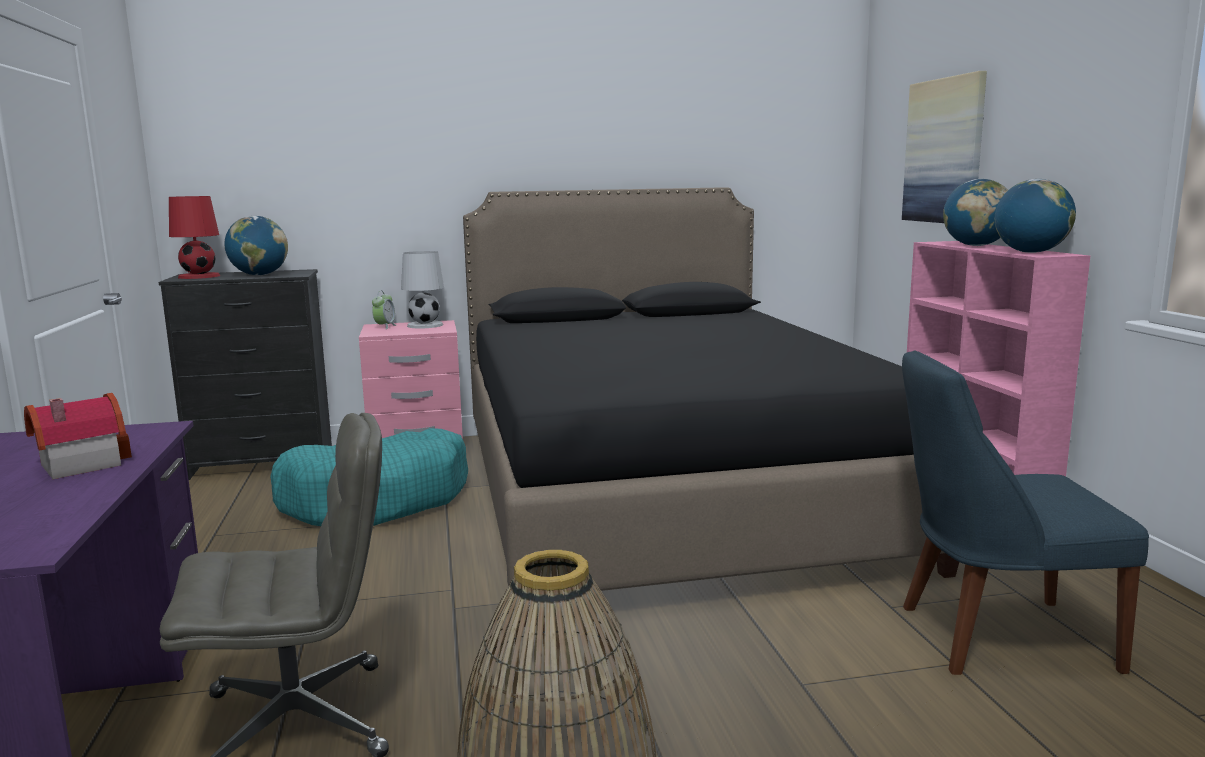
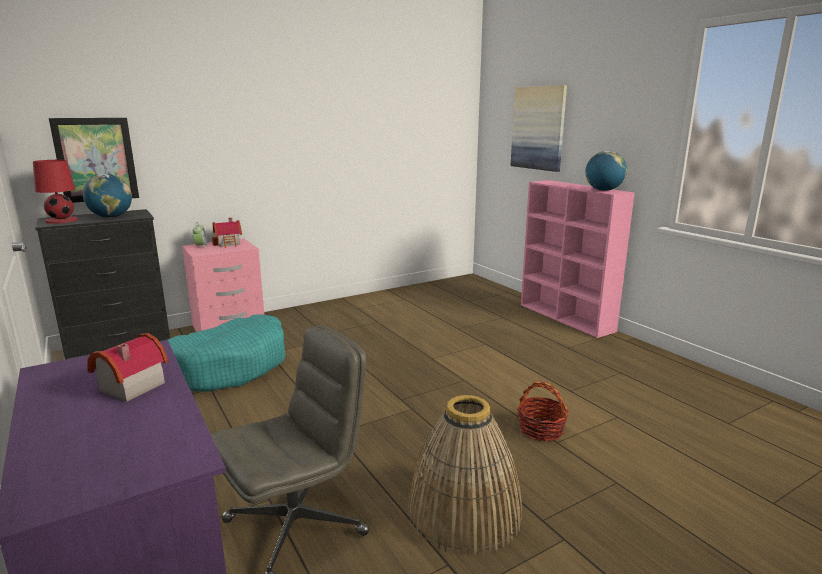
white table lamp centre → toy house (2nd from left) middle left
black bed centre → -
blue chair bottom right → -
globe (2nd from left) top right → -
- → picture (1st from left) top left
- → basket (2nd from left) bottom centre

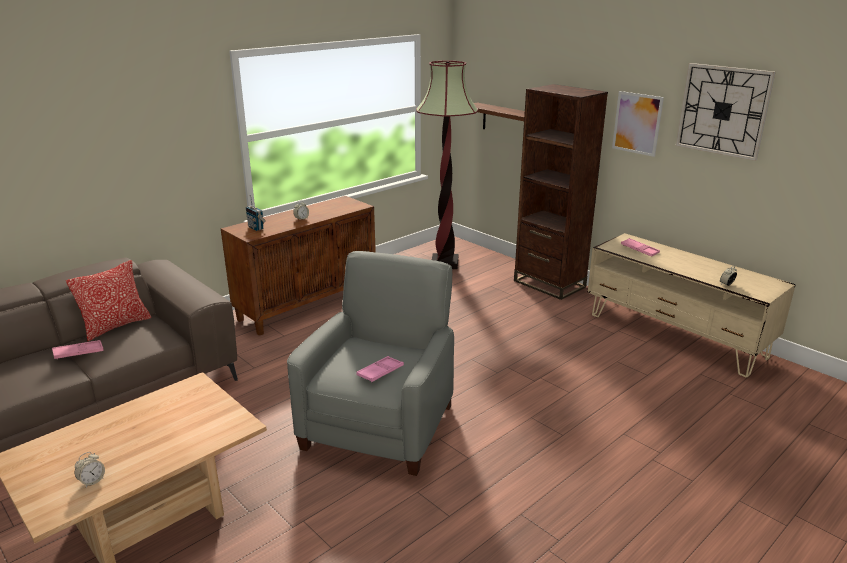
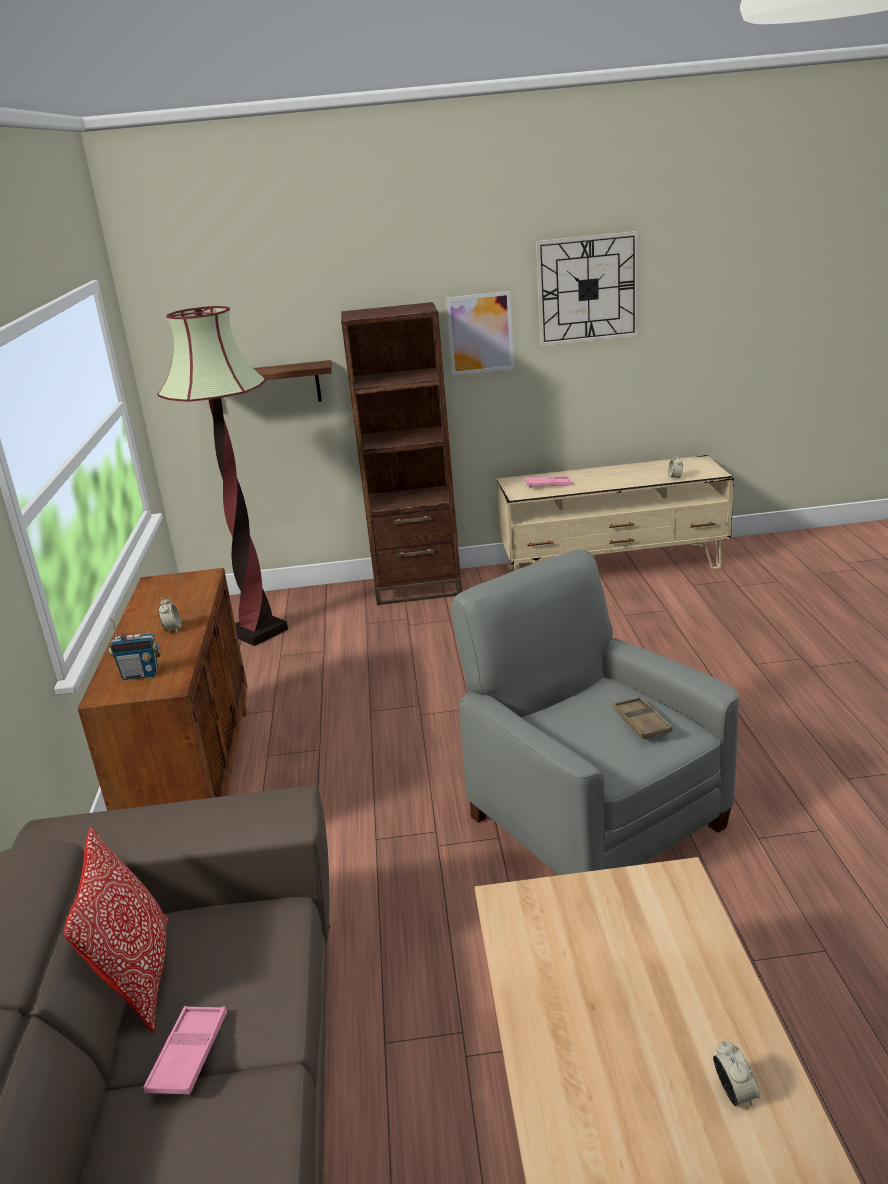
pink tray (2nd from left) centre → brown tray middle right

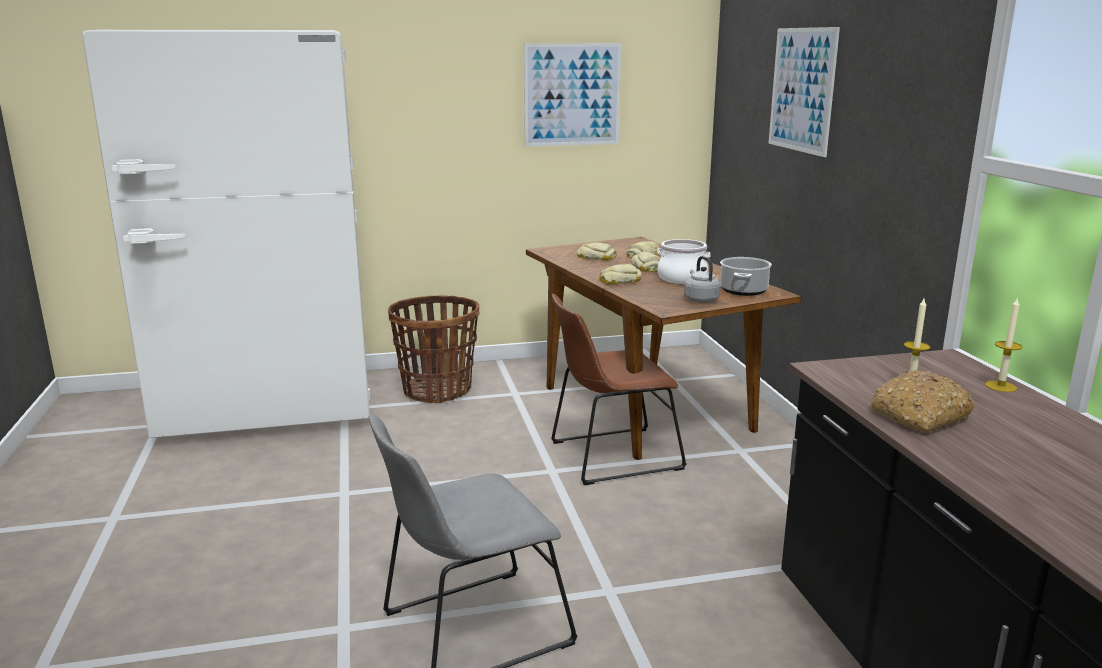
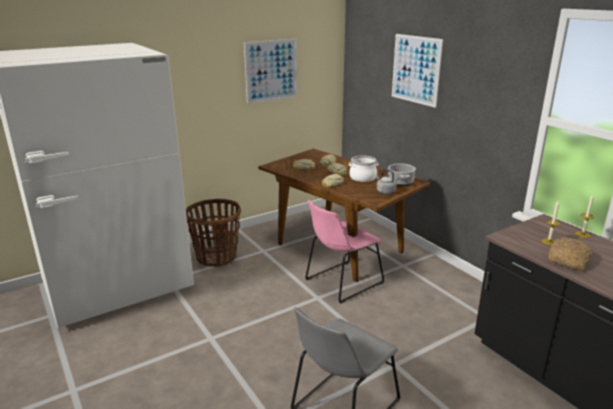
brown chair centre → pink chair centre

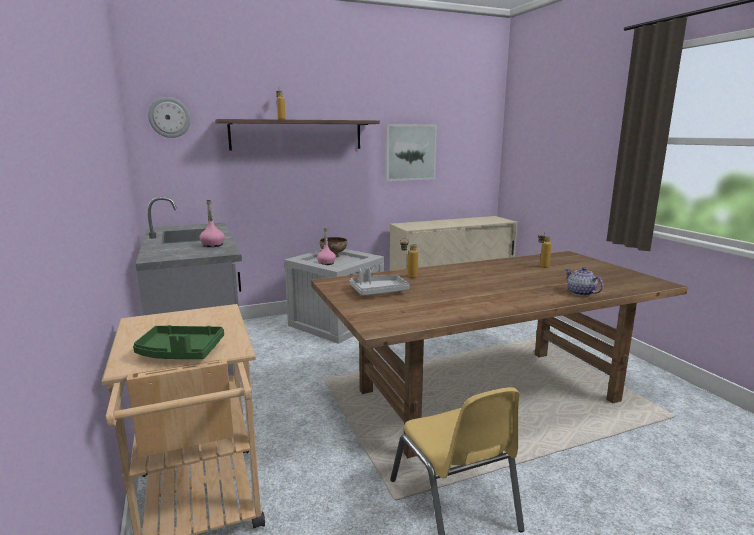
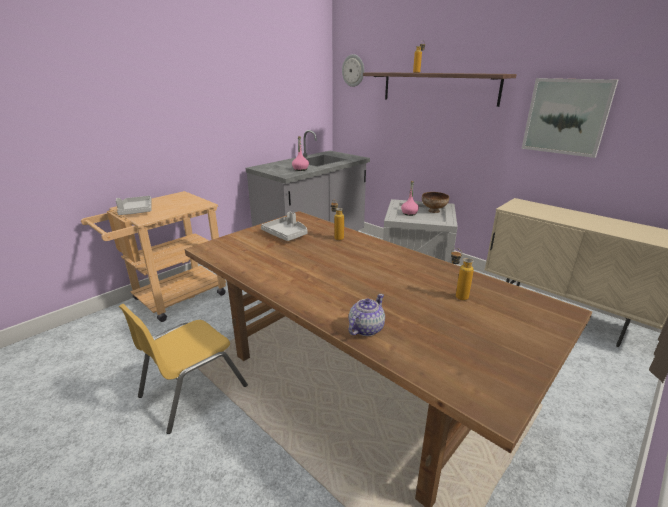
green tray middle left → grey tray (1st from left) middle left

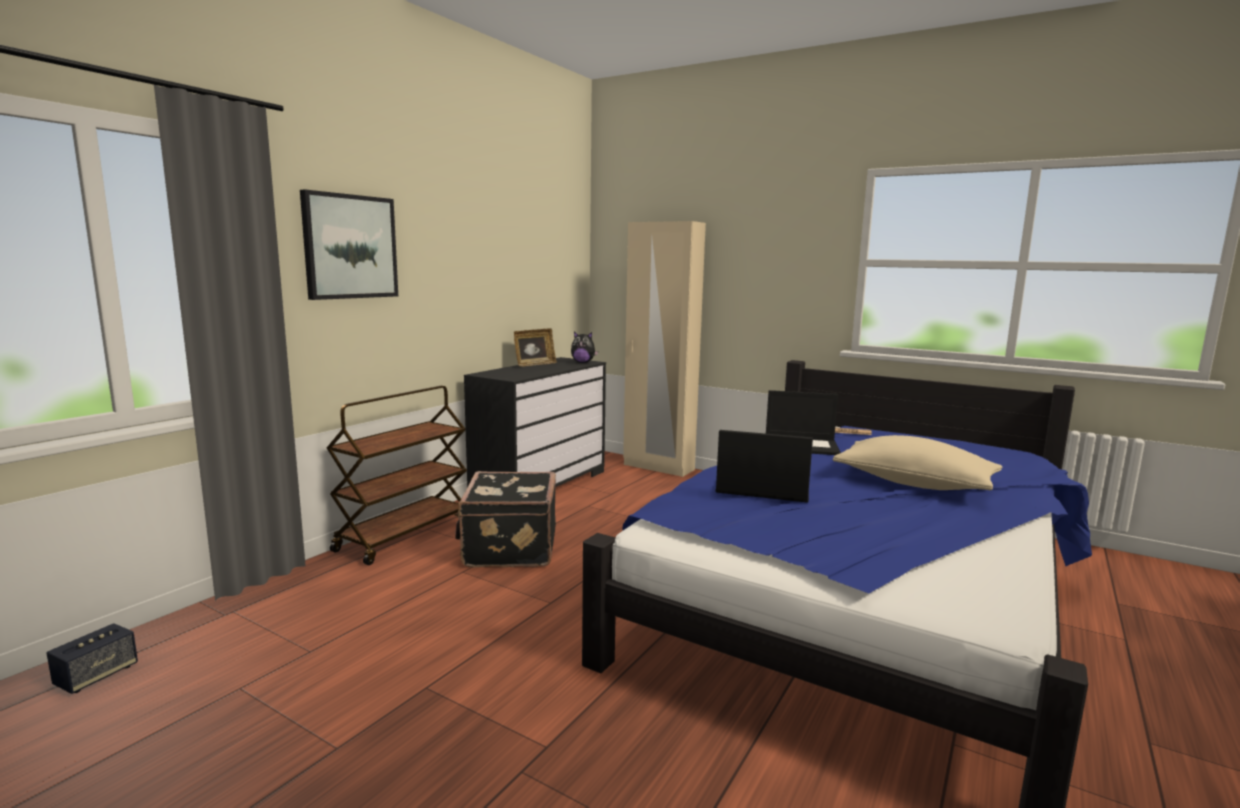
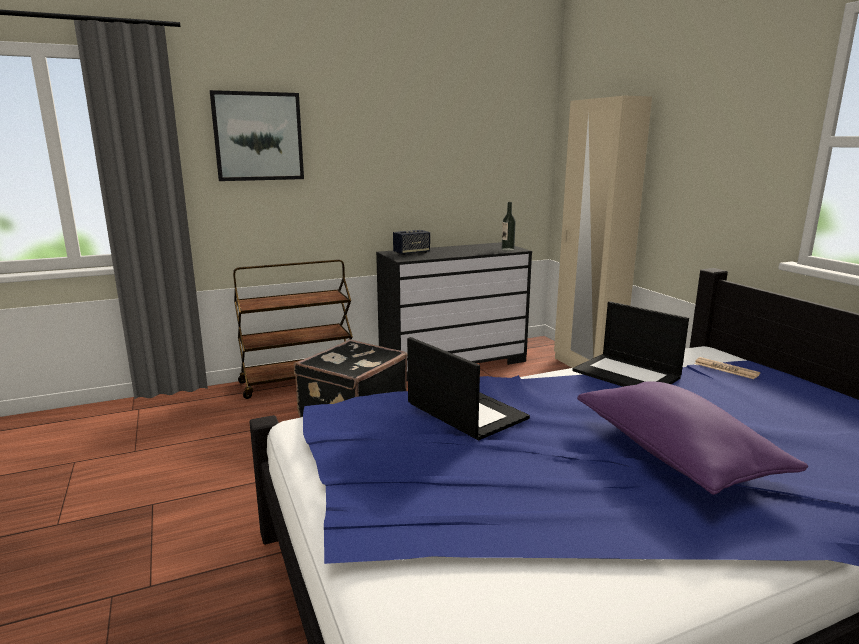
speaker bottom left → speaker centre, move
picture frame centre → -
plush toy centre → bottle centre
beige pillow middle right → purple pillow bottom right

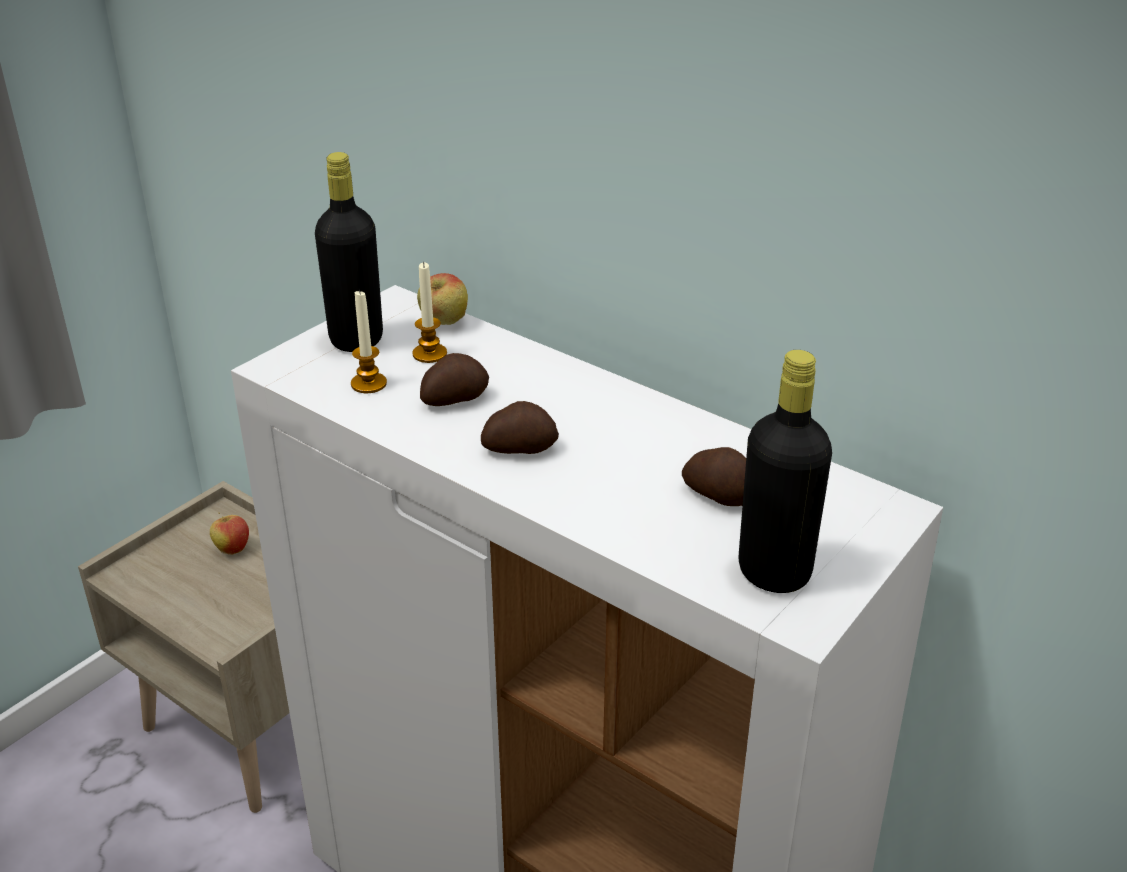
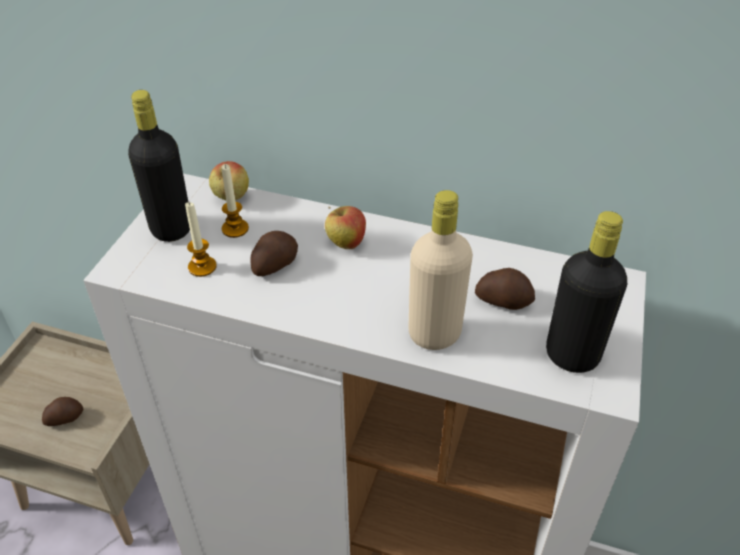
apple (1st from left in the first image) middle left → apple (2nd from left) centre, move
potato (2nd from left in the first image) centre → potato (1st from left) bottom left, move
- → beige bottle centre

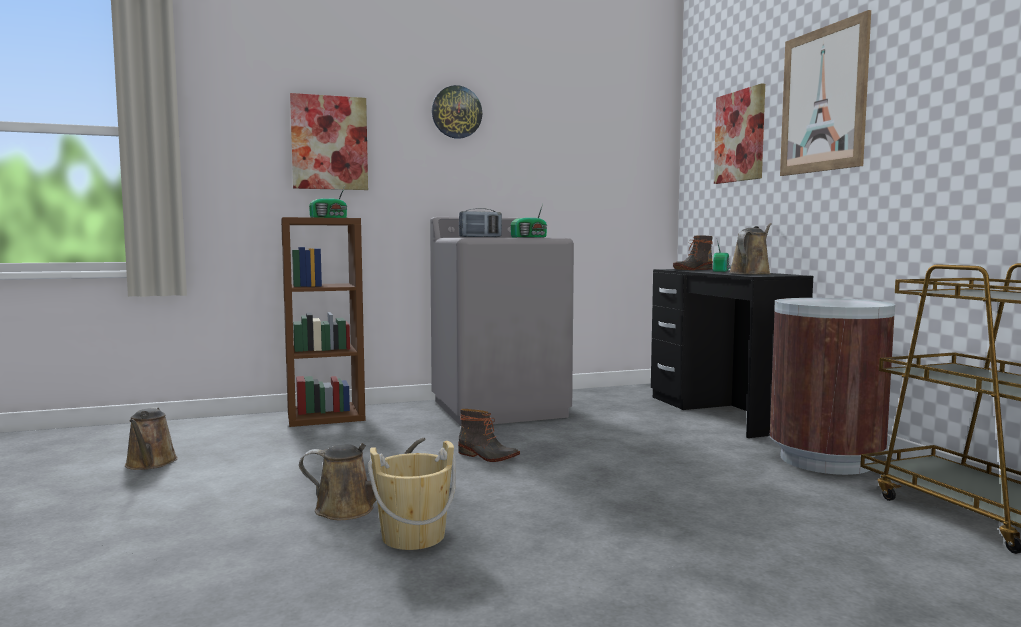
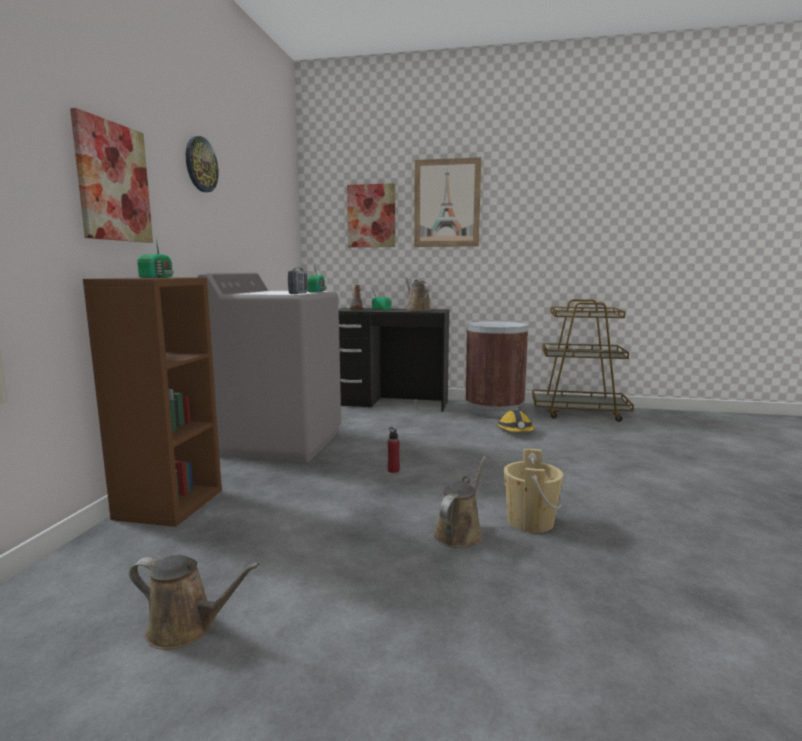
boot (1st from left) bottom centre → red bottle centre
- → hard hat centre

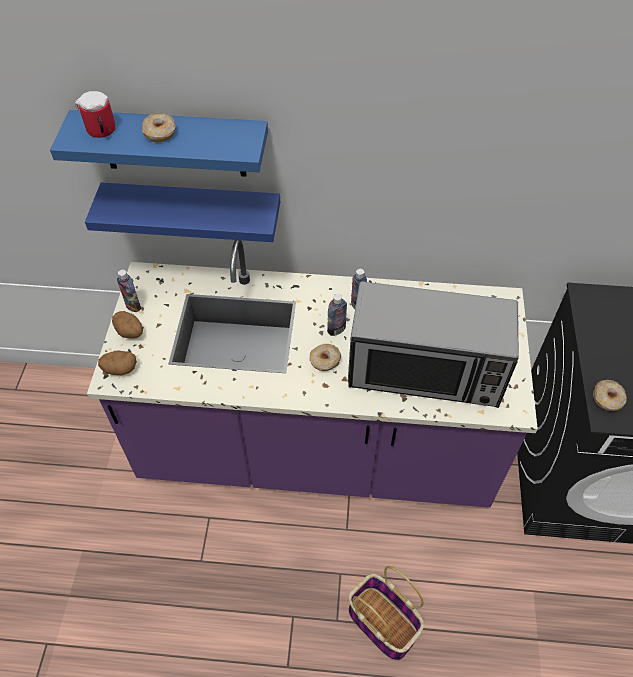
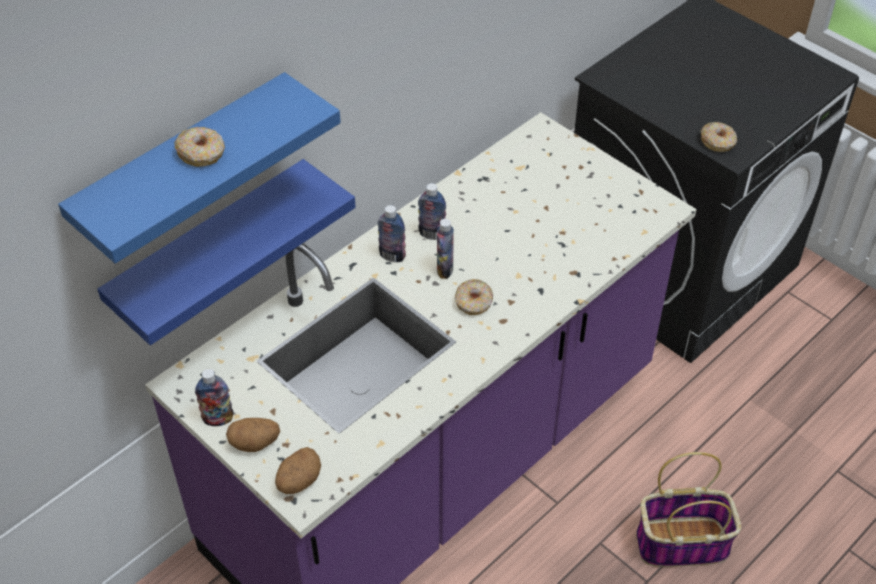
mug top left → -
microwave middle right → -
- → bottle (2nd from left) centre

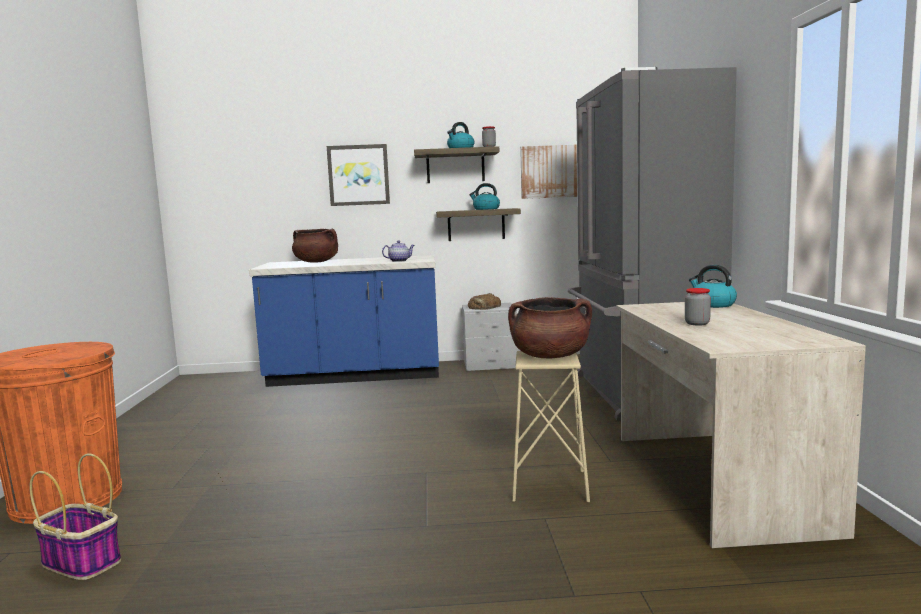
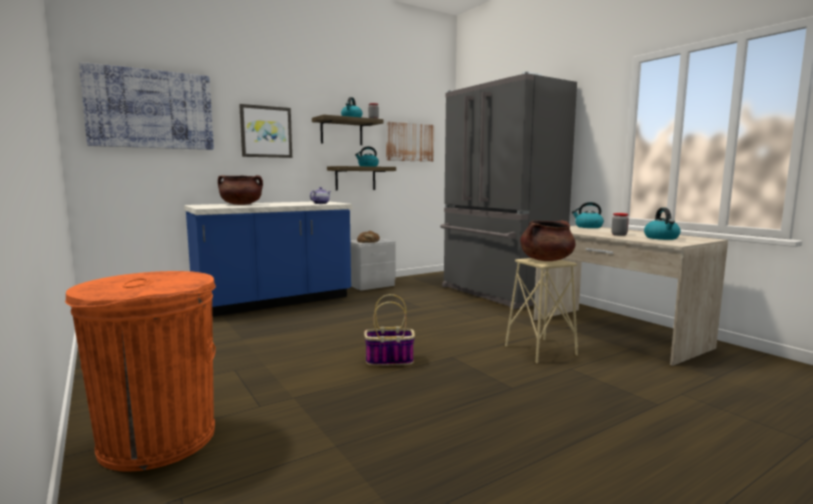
basket bottom left → basket centre, move
- → picture (1st from left) top left
- → kettle (4th from left) middle right

